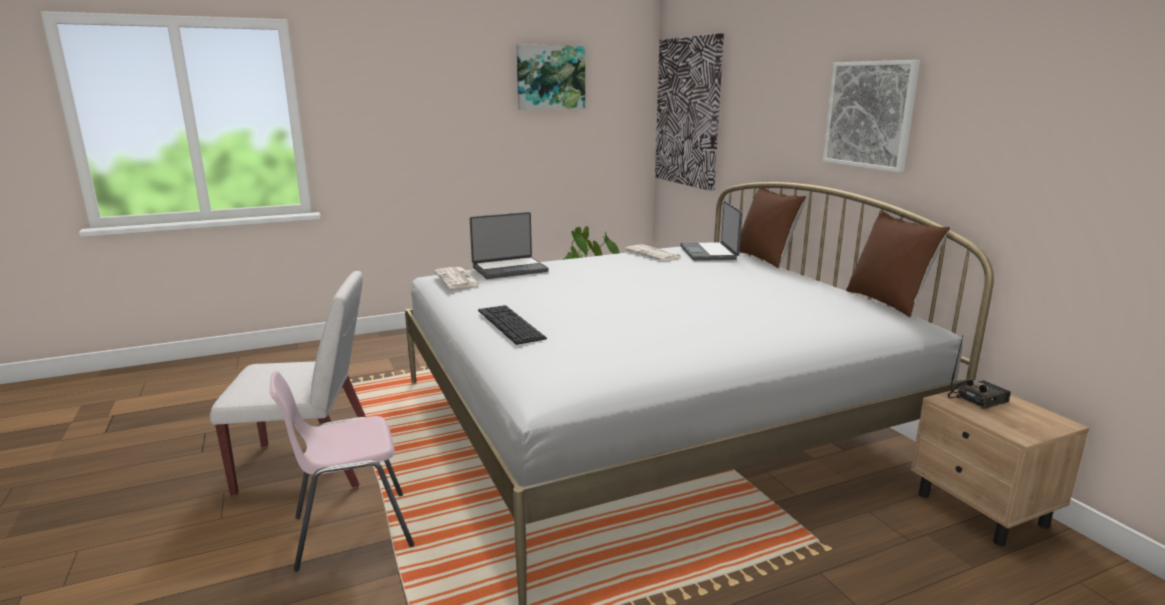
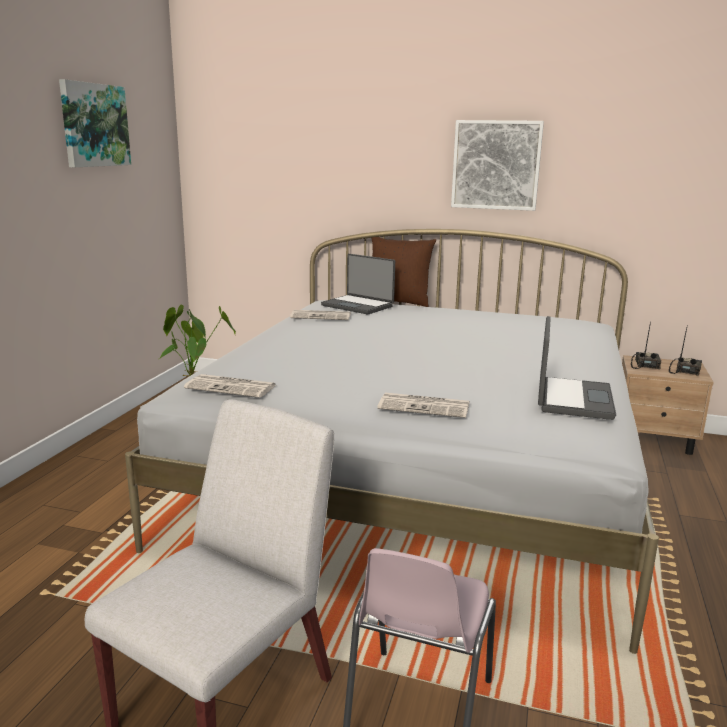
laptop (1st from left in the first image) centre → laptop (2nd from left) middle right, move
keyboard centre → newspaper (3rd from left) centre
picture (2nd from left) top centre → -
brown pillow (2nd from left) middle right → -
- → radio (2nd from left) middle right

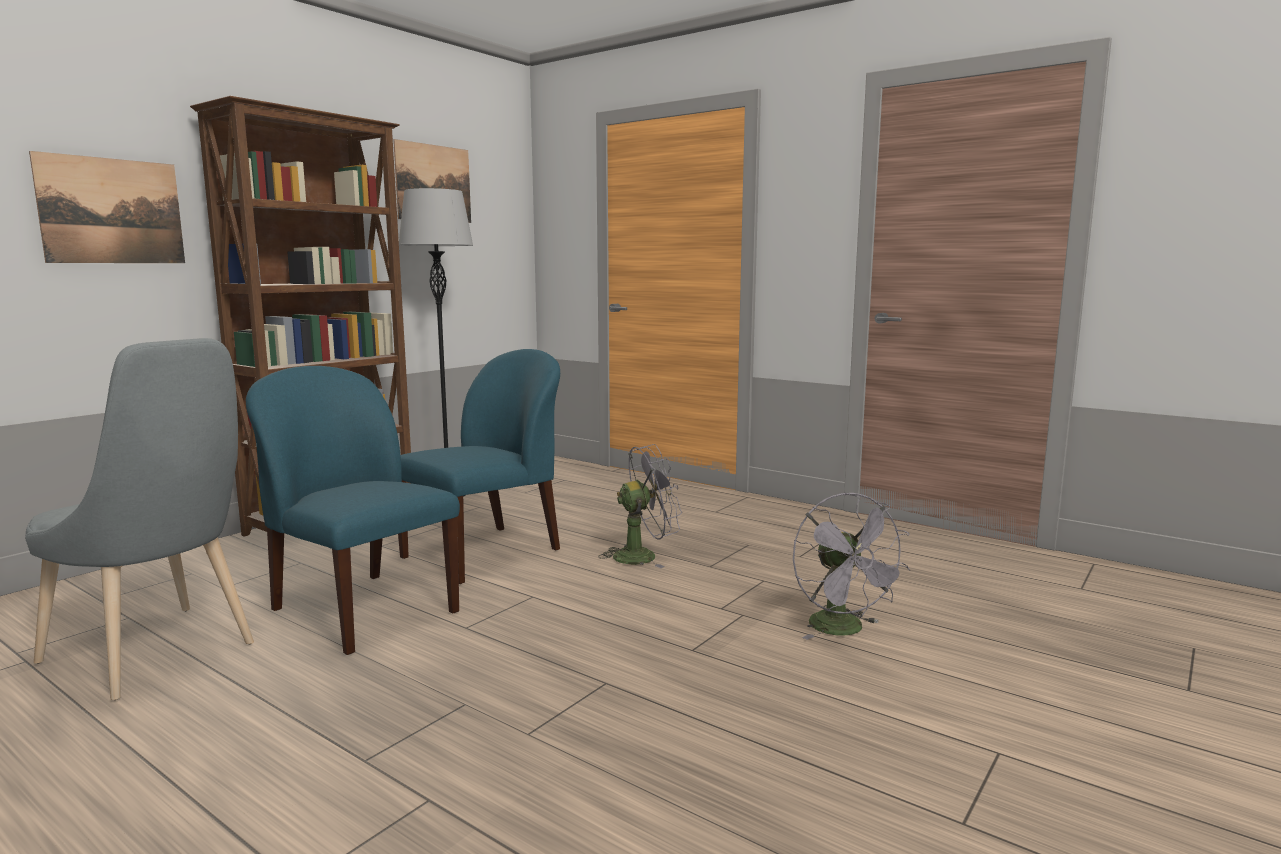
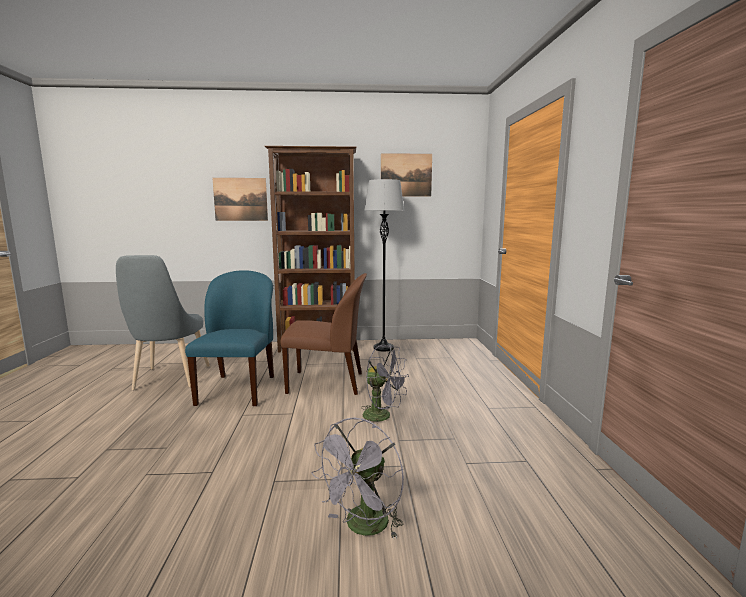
blue chair (2nd from left) centre → brown chair centre

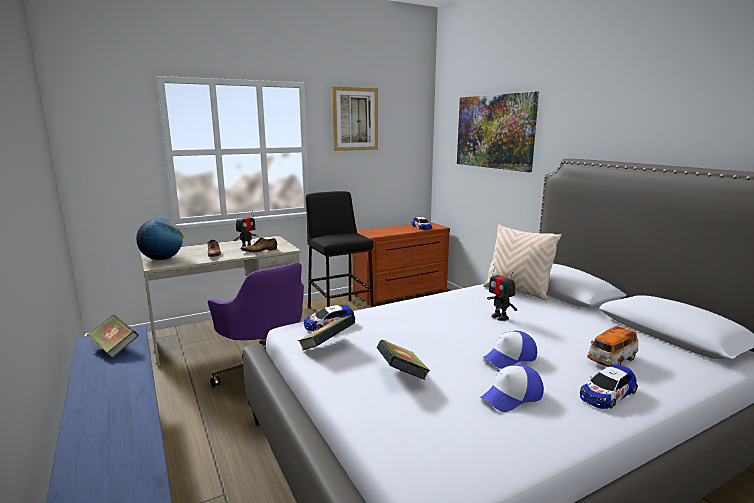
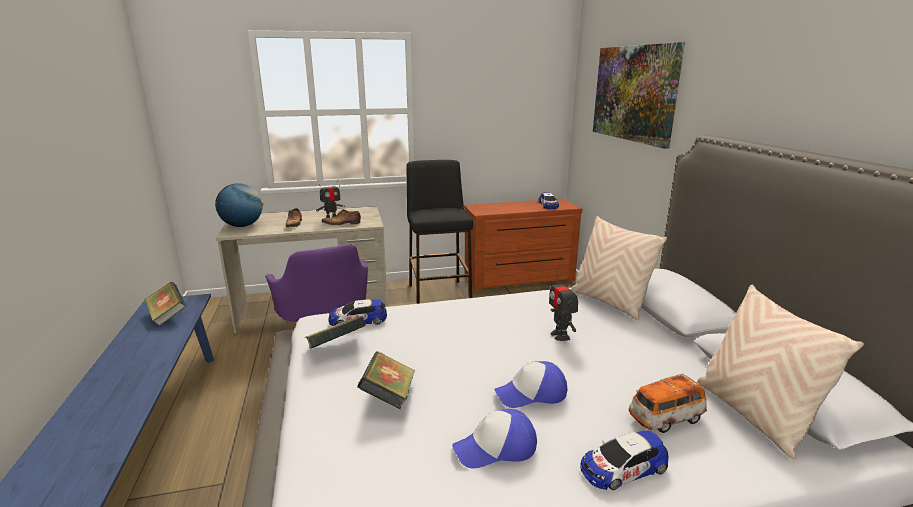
picture (1st from left) top centre → -
- → beige pillow (2nd from left) bottom right

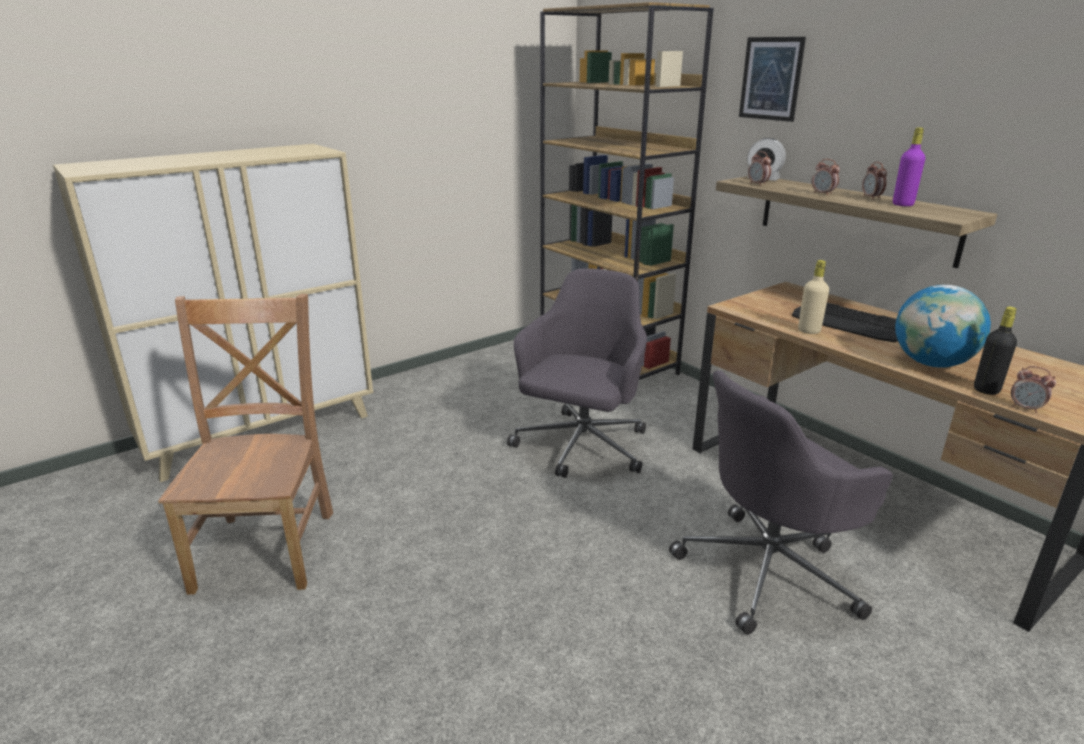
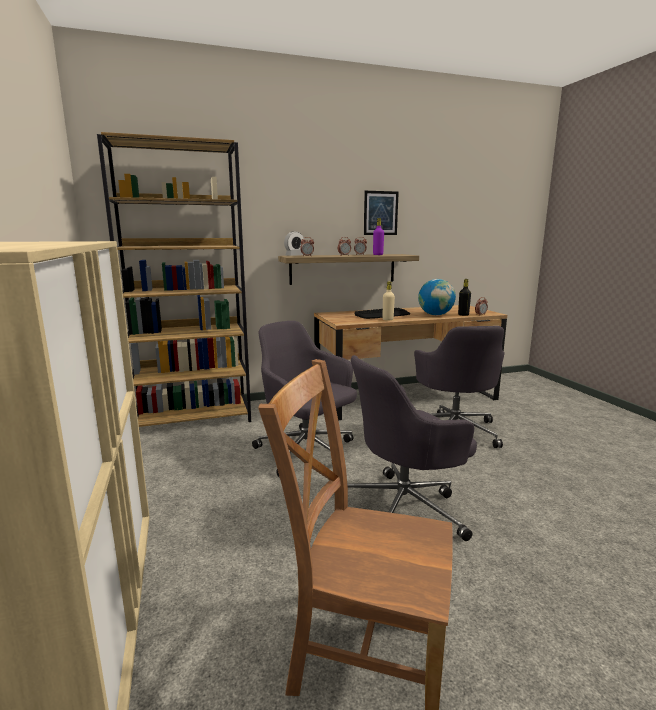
picture top right → picture top centre, move
- → grey office chair (2nd from left) centre

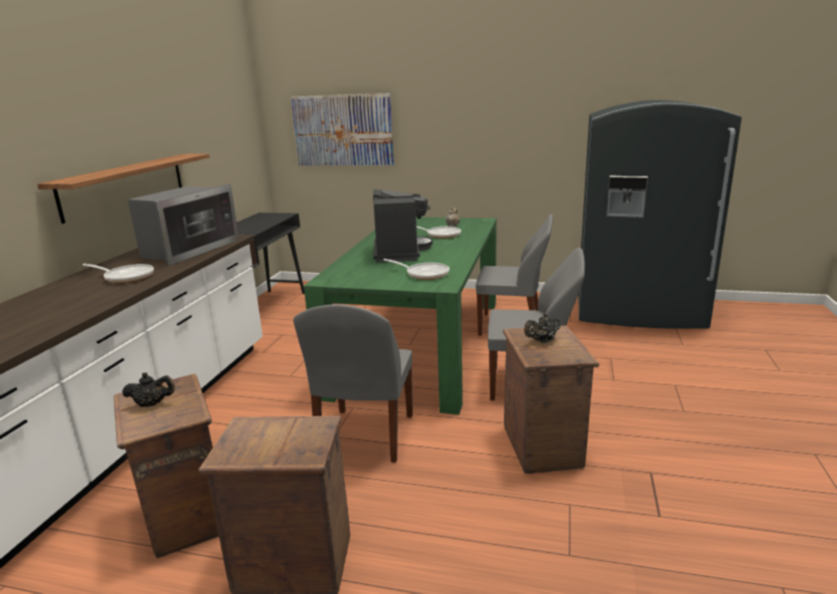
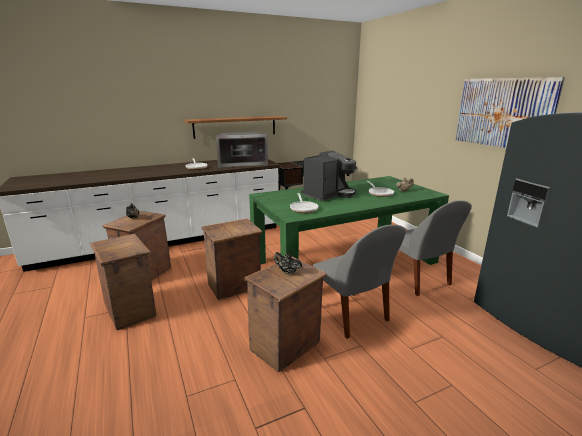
picture top centre → picture top right, move
grey chair (1st from left) centre → crate (3rd from left) centre

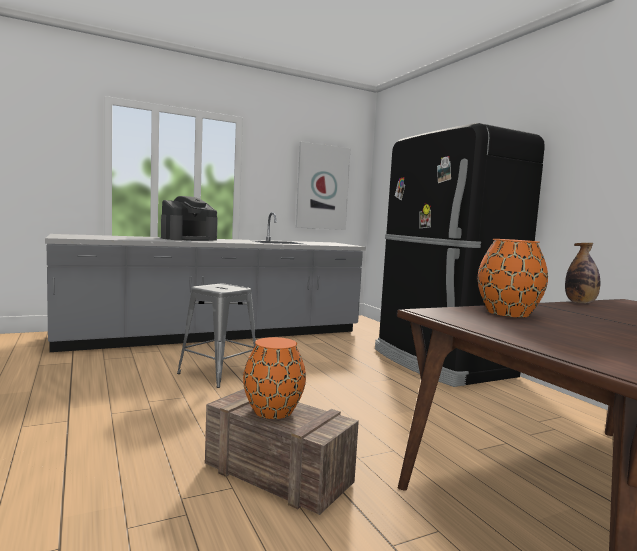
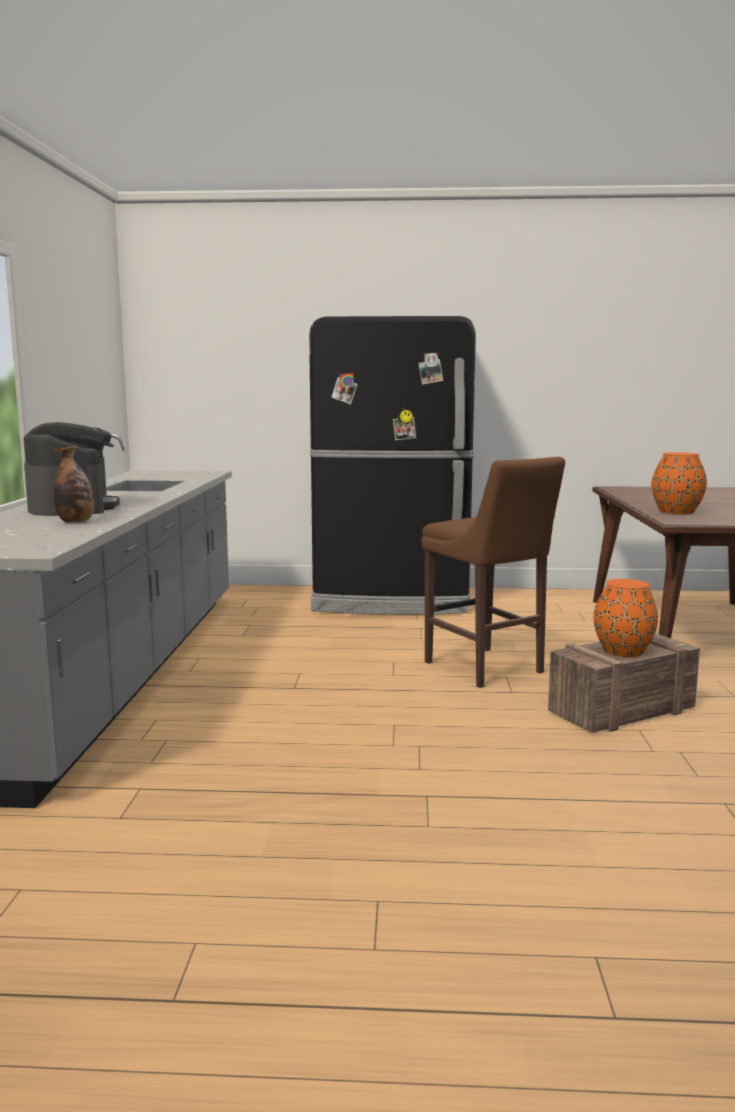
grey stool centre → -
picture centre → -
bottle middle right → bottle middle left, move
- → brown stool middle right

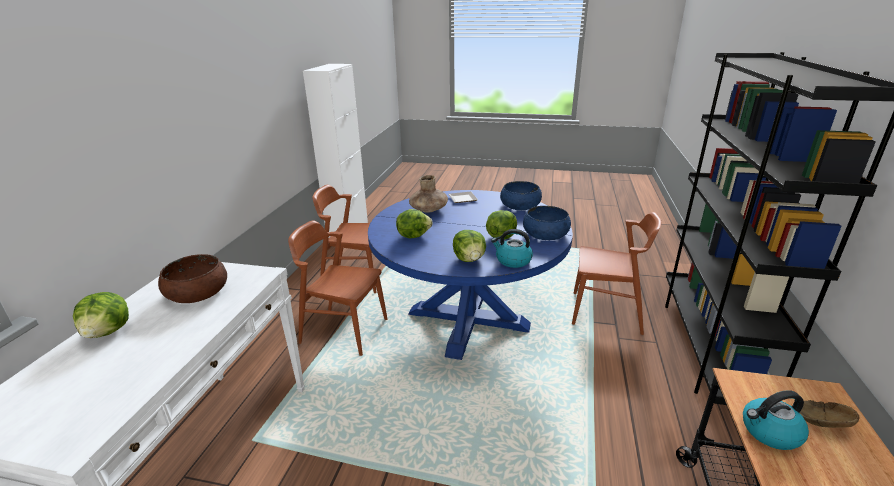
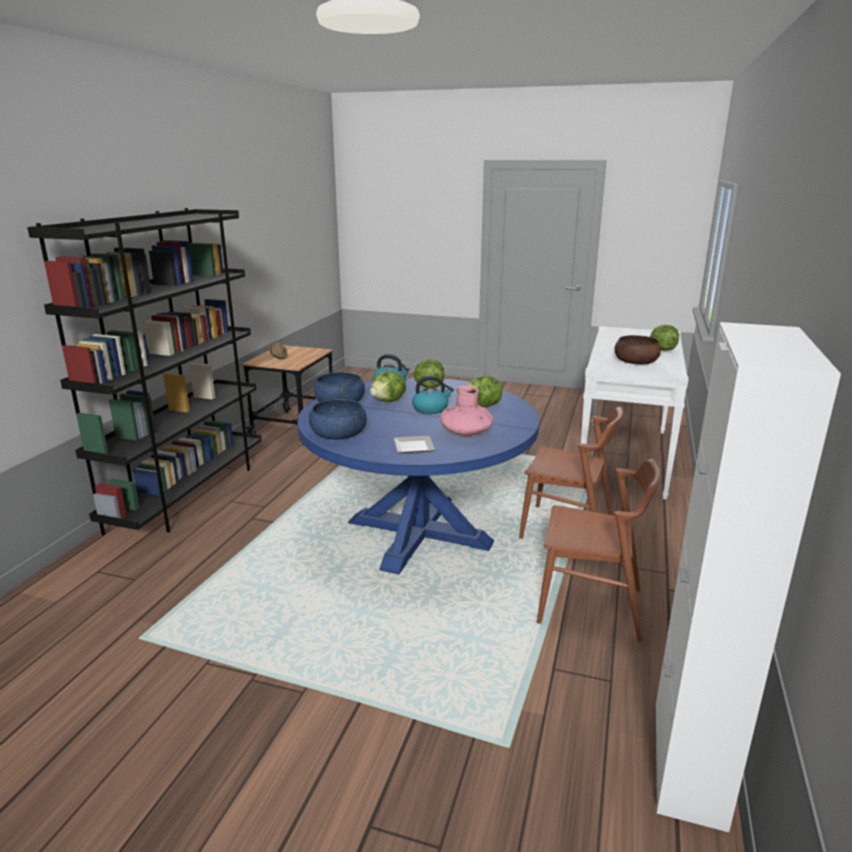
brown vase centre → pink vase centre
brown chair (3rd from left) middle right → -
kettle (2nd from left) bottom right → kettle (2nd from left) centre, move

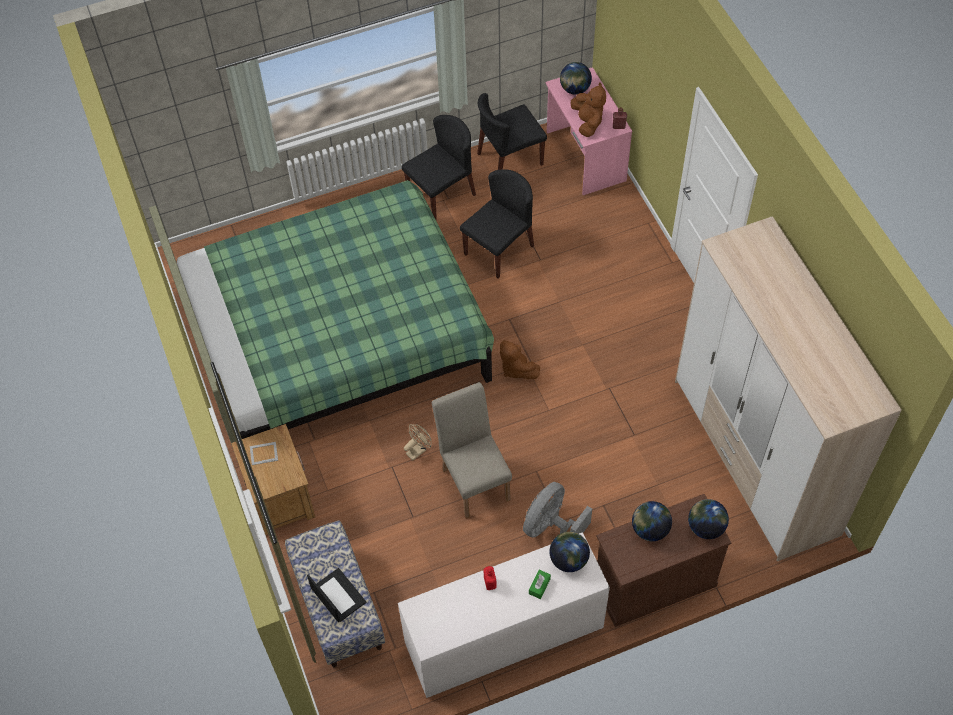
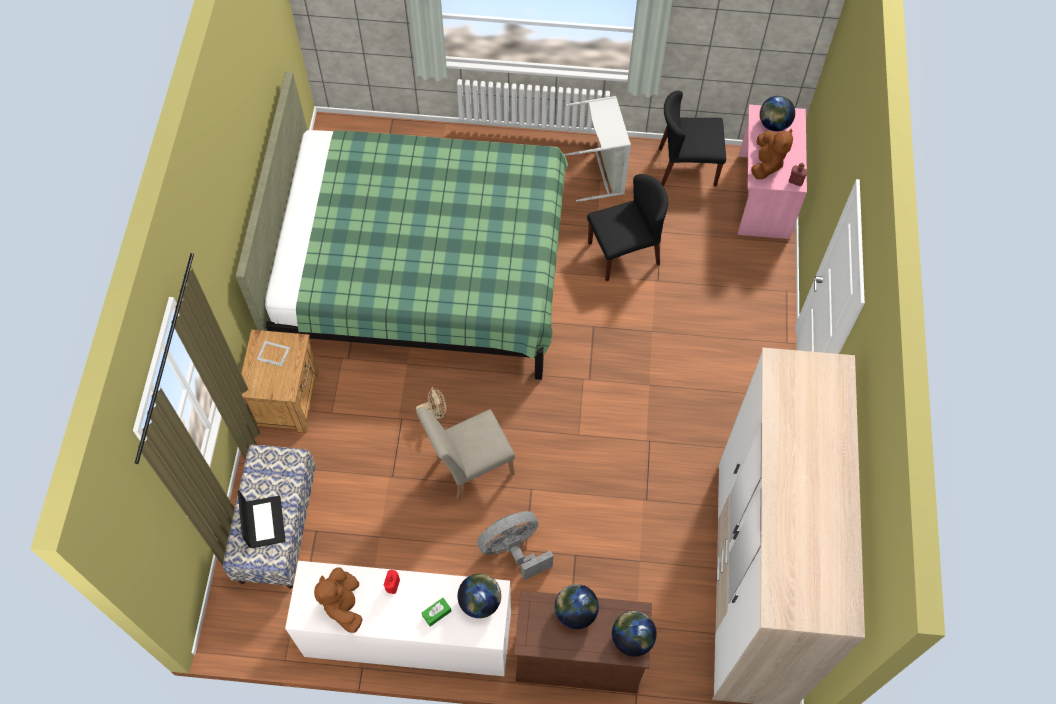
black chair (1st from left) top centre → grey laundry basket top centre
beige chair centre, 120 degrees counterclockwise
brown plush toy (1st from left) centre → brown plush toy (1st from left) bottom left, move

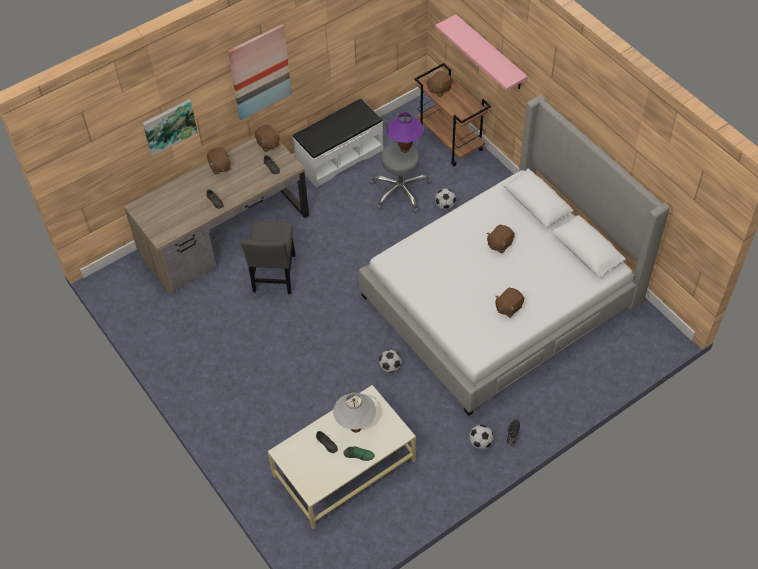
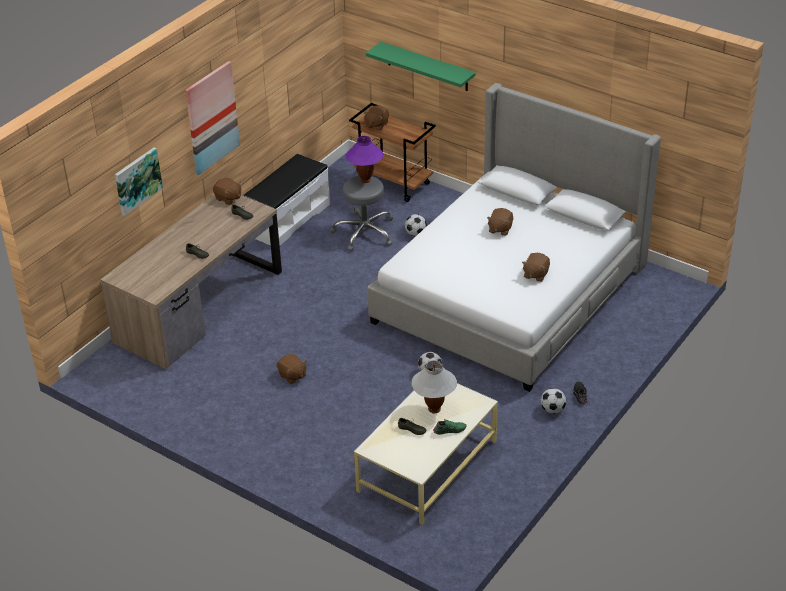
brown plush toy (1st from left in the first image) top left → brown plush toy (2nd from left) centre, move
grey chair centre → -
pink shelf top centre → green shelf top centre

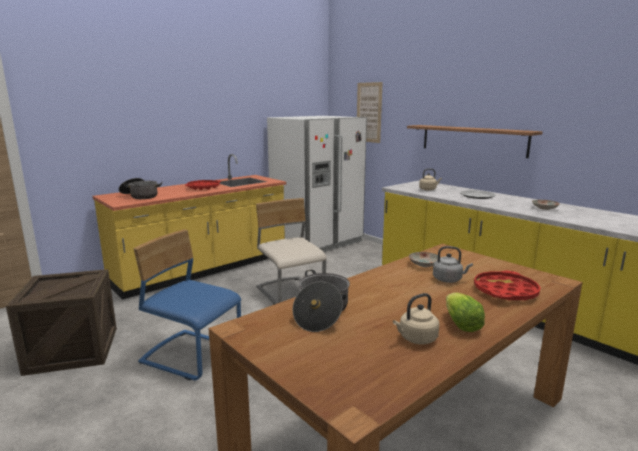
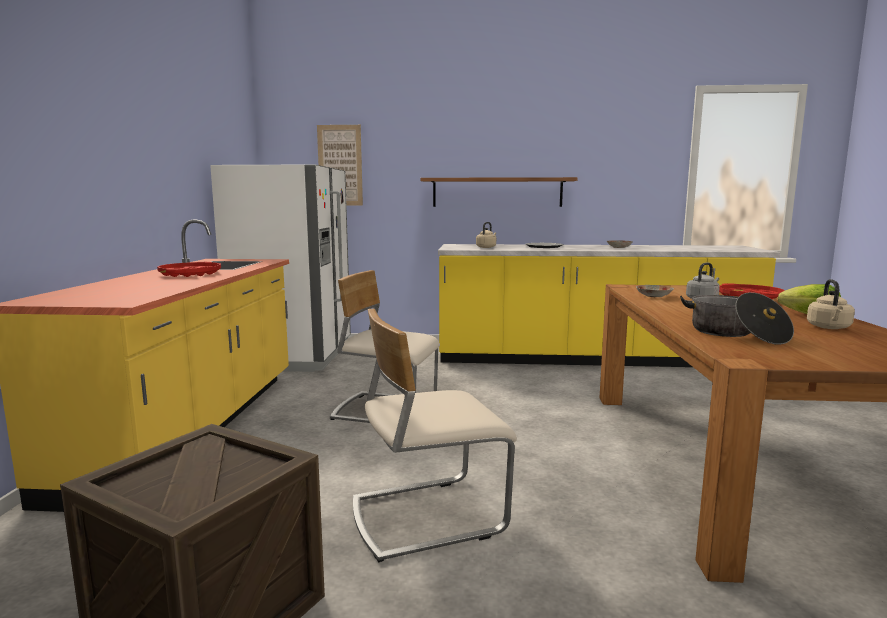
cooking pot (1st from left) middle left → -
blue chair bottom left → beige chair (2nd from left) bottom centre

